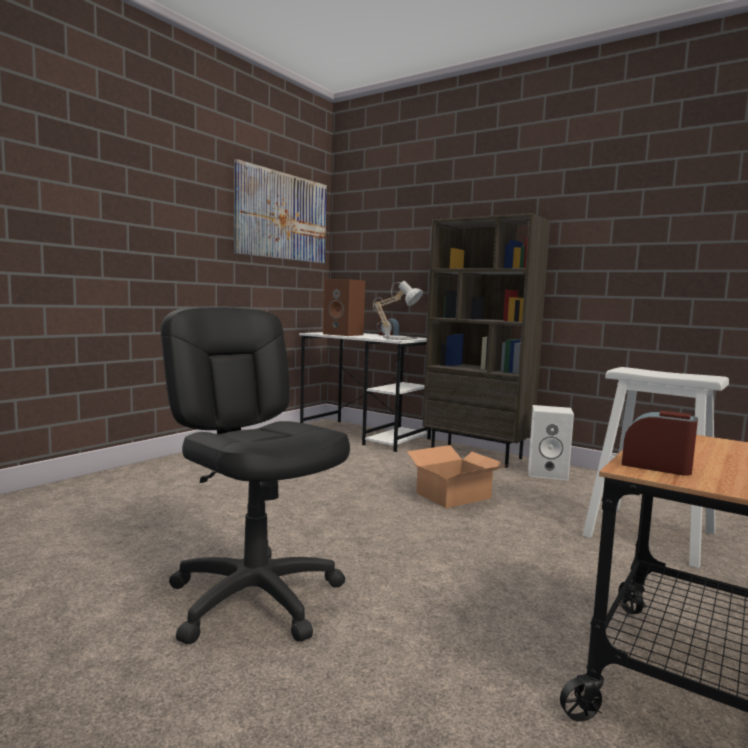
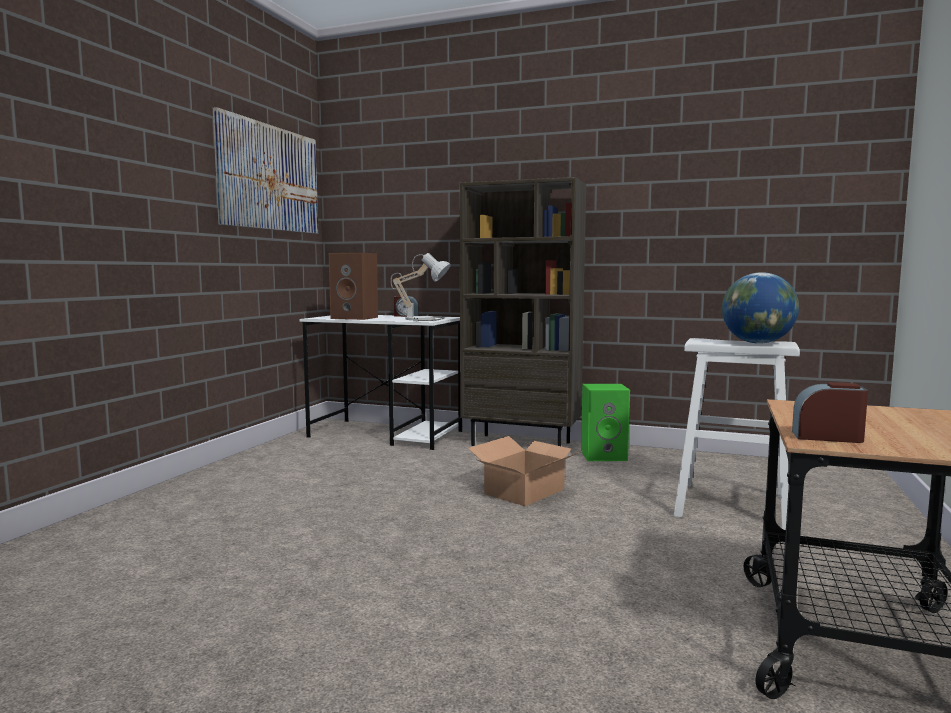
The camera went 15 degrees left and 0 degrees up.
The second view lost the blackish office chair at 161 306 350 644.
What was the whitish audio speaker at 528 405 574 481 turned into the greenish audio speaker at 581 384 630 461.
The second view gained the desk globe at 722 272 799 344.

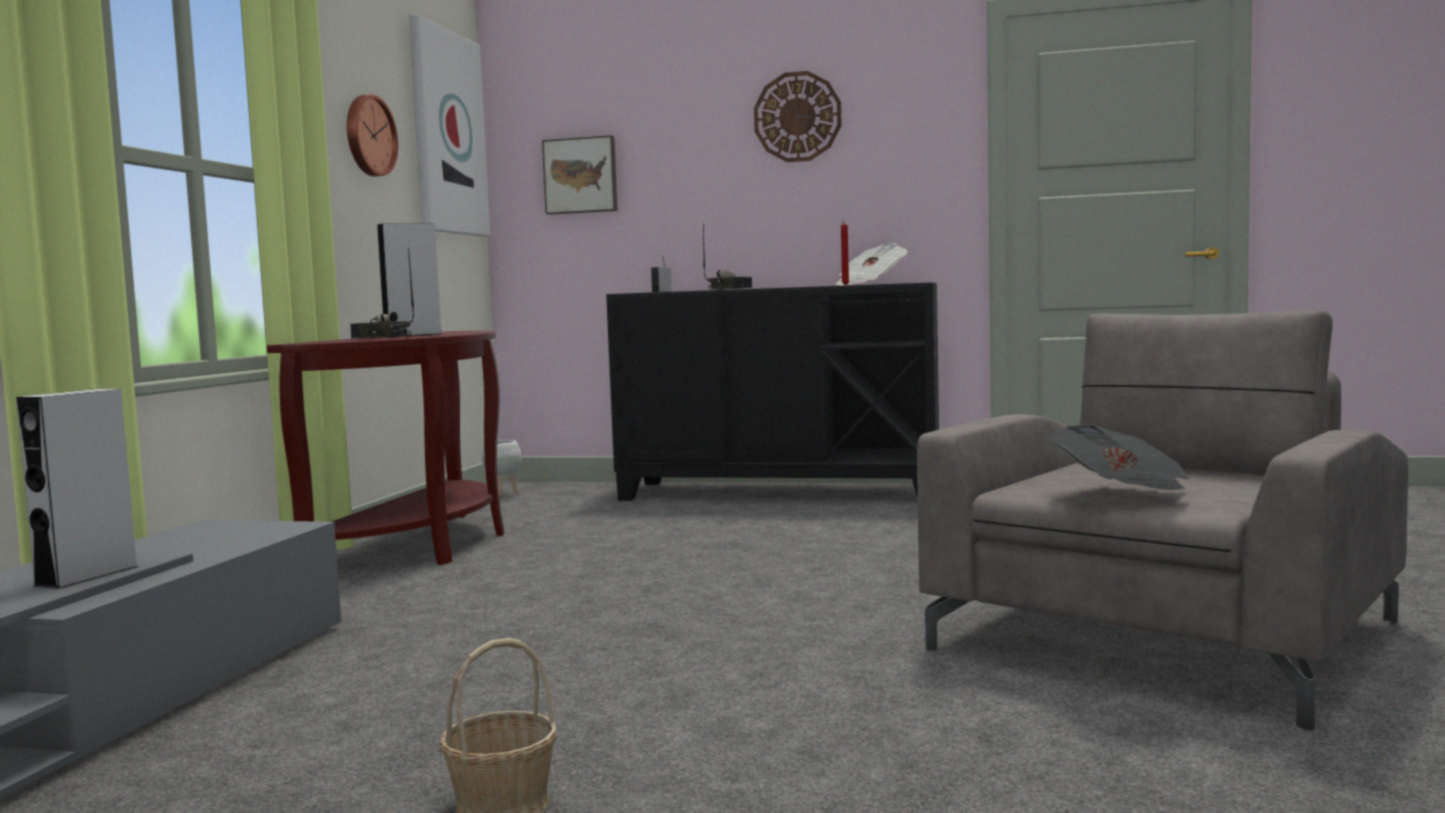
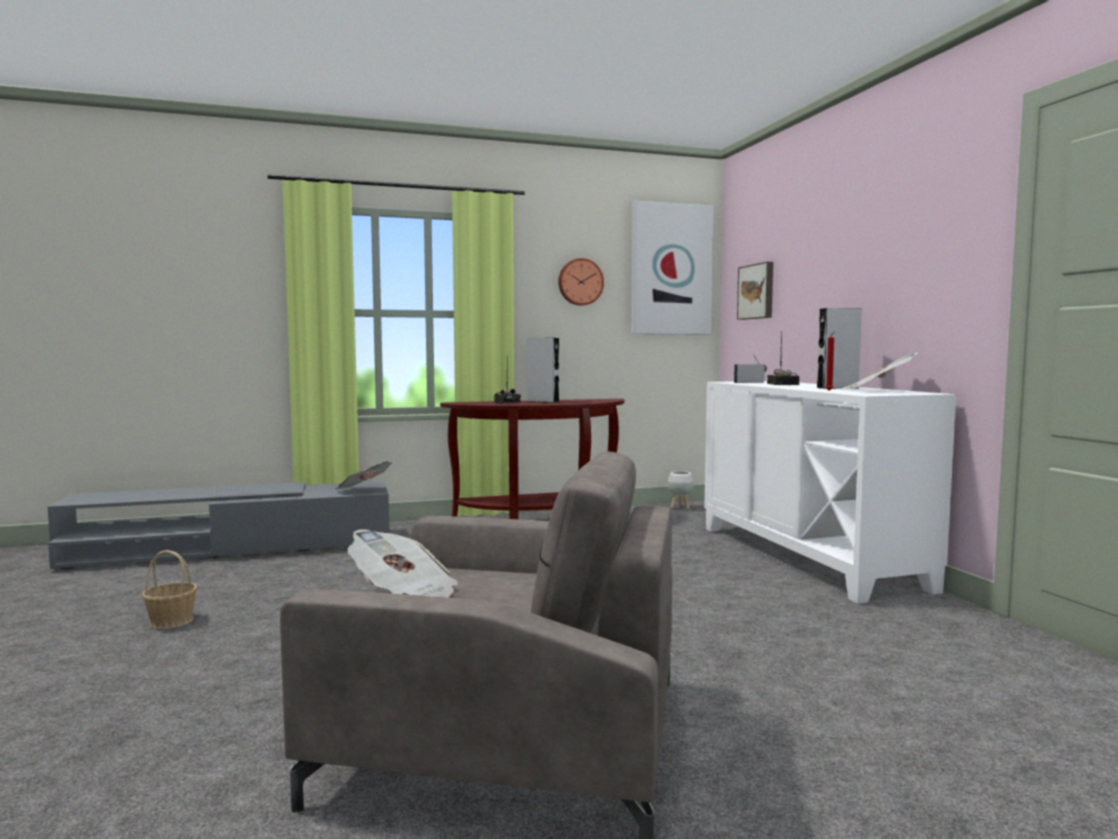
The camera went 60 degrees right and 0 degrees up.
The grey audio speaker ended up elsewhere, having gone from 16 389 138 589 to 817 308 862 389.
What was the blackish cabinet at 606 282 939 501 turned into the whitish cabinet at 704 381 956 604.
The second view lost the wall clock at 754 71 842 162.
The second view gained the daily paper at 336 461 392 489.

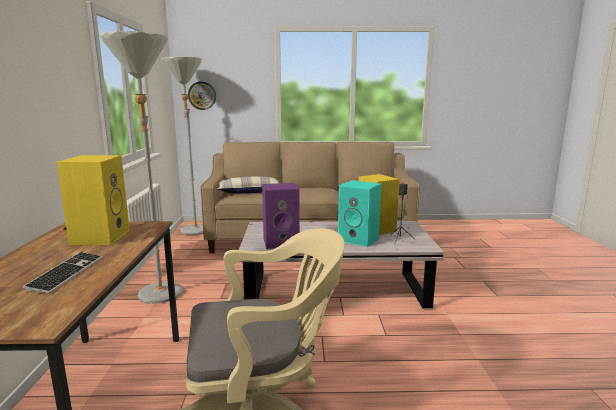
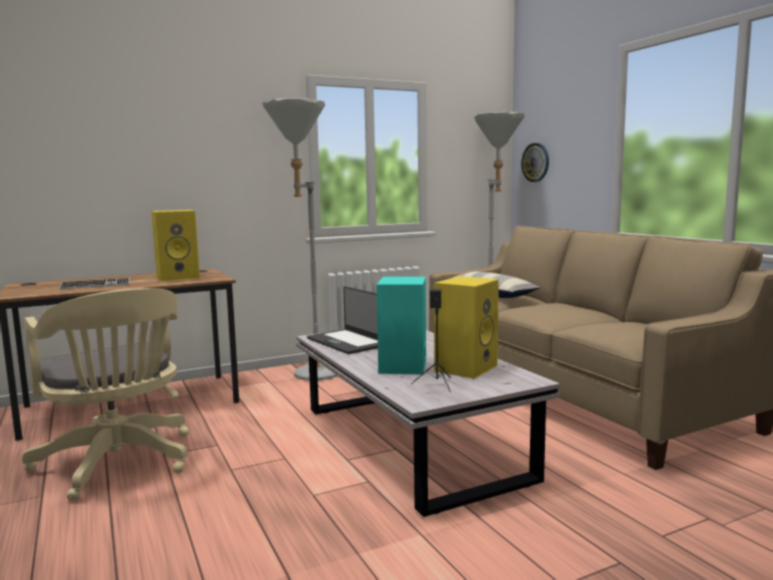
The camera went 65 degrees right and 5 degrees down.
Where the purple-coloured audio speaker stood at 262 183 300 249, the laptop came to stand at 307 286 378 354.

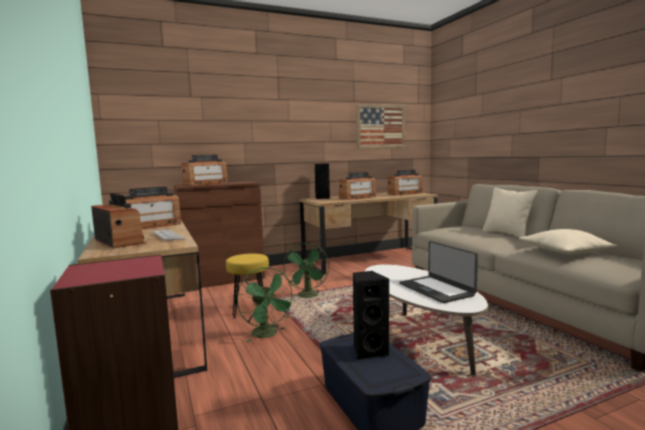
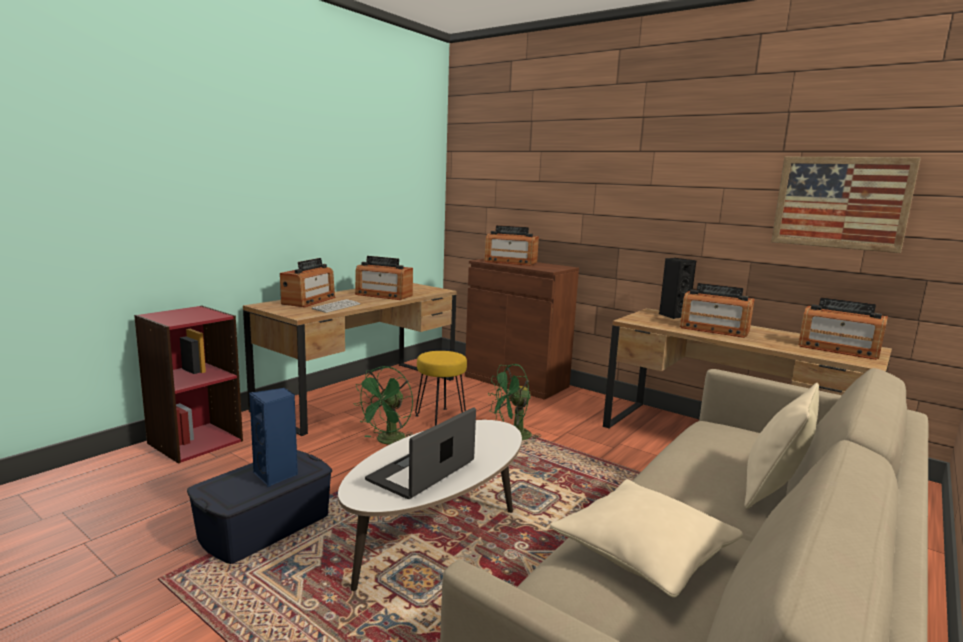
The camera went 60 degrees right and 5 degrees up.
What was the blackish audio speaker at 353 271 389 360 turned into the blue audio speaker at 249 388 298 487.

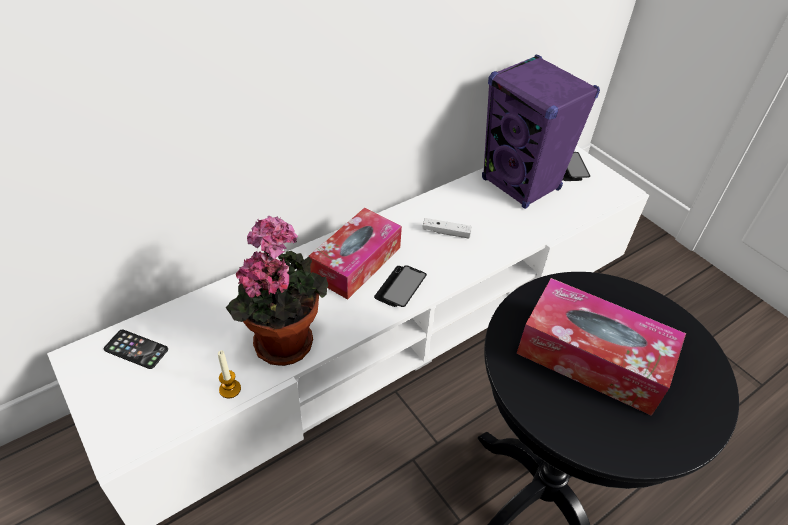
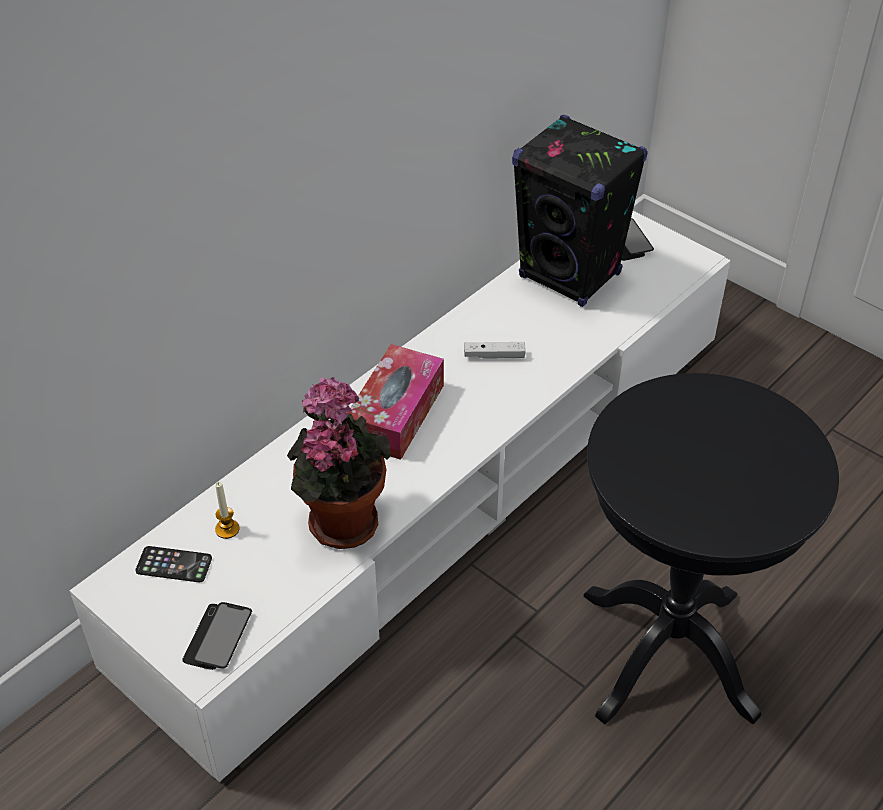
The camera went 10 degrees left and 0 degrees up.
The candle ended up elsewhere, having gone from 218 350 241 398 to 215 482 239 539.
The phone ended up elsewhere, having gone from 374 265 427 307 to 182 602 252 670.
What was the purple-coloured audio speaker at 482 55 600 209 turned into the blackish audio speaker at 512 115 648 307.
The second view lost the tissue box at 516 278 686 416.

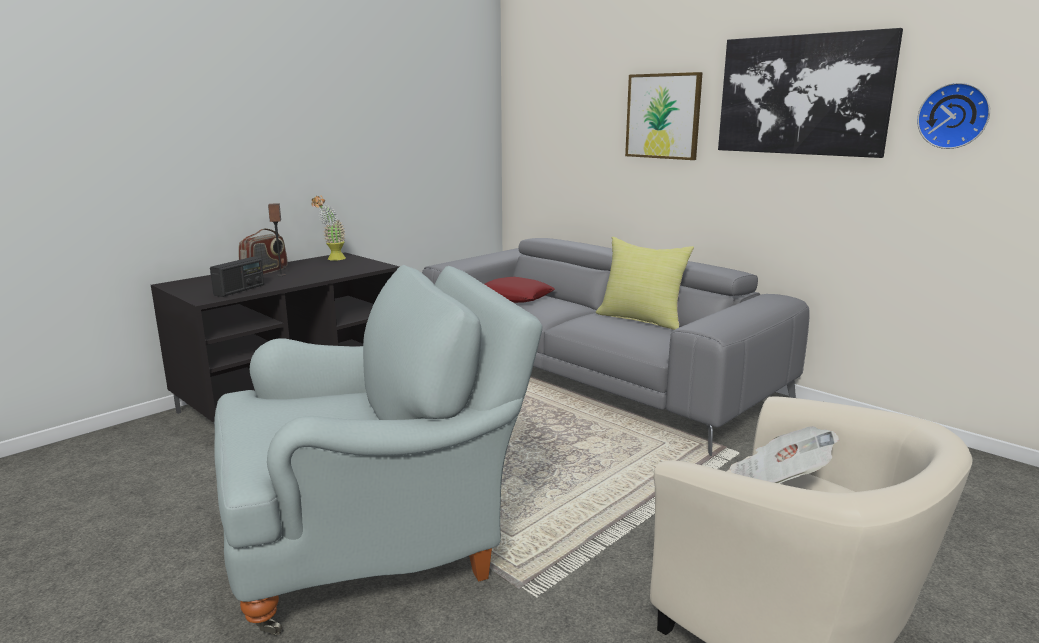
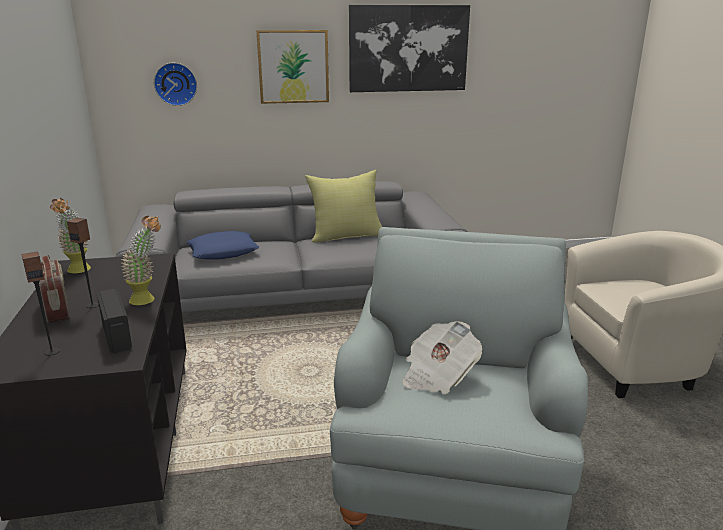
The camera went 55 degrees left and 5 degrees up.
What was the reddish cushion at 485 277 555 303 turned into the blue cushion at 186 231 259 259.
The daily paper ended up elsewhere, having gone from 730 426 839 484 to 402 321 482 394.
The wall clock ended up elsewhere, having gone from 917 82 990 149 to 154 63 197 106.
The second view gained the audio speaker at 22 251 60 356.
The second view gained the houseplant at 121 216 161 305.

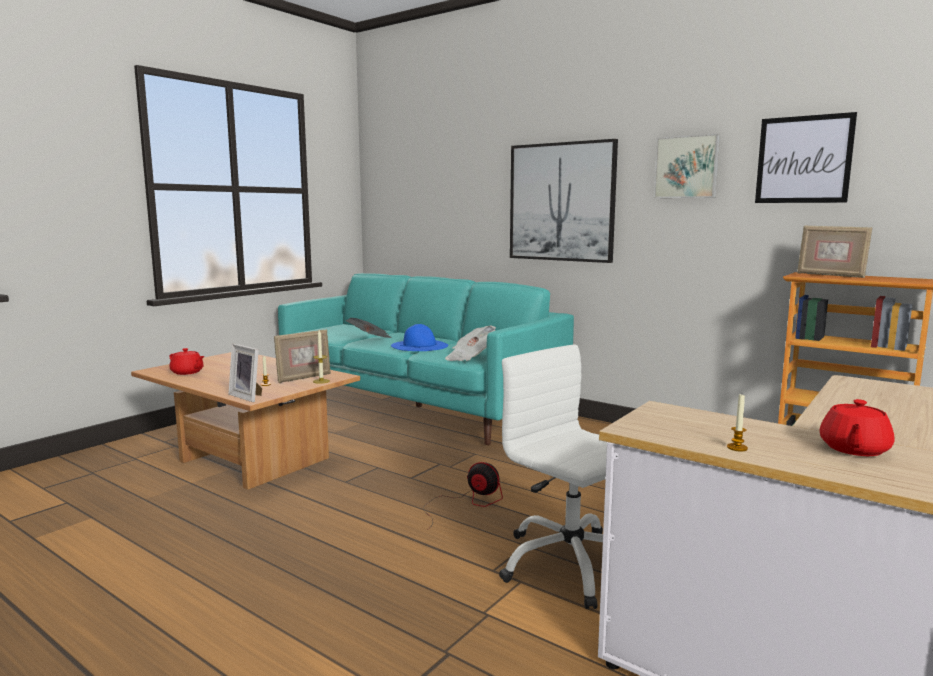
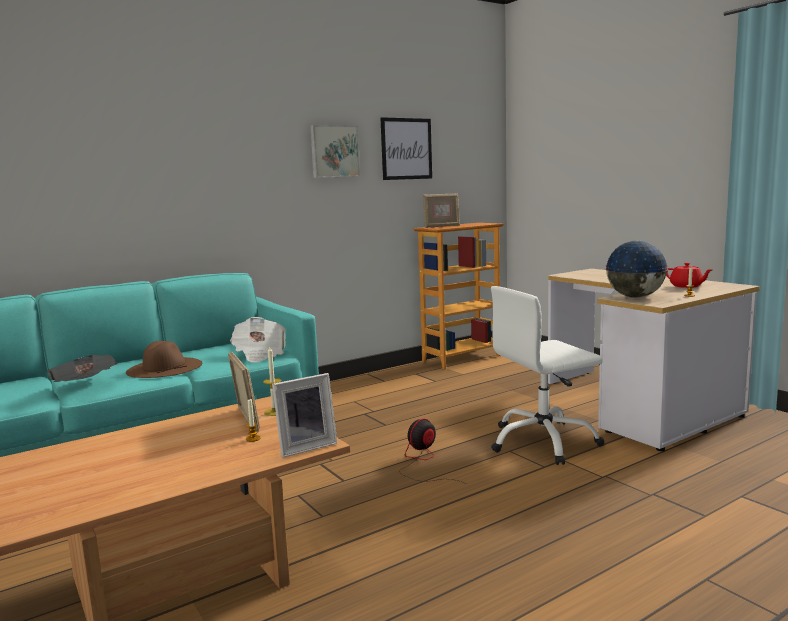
The camera went 70 degrees left and 0 degrees up.
The second view lost the reddish pot for tea at 170 348 204 375.
What was the blue wearable hat at 391 324 448 351 turned into the brown wearable hat at 126 341 202 378.
The second view lost the picture at 510 139 618 263.
The second view gained the desk globe at 605 241 668 298.

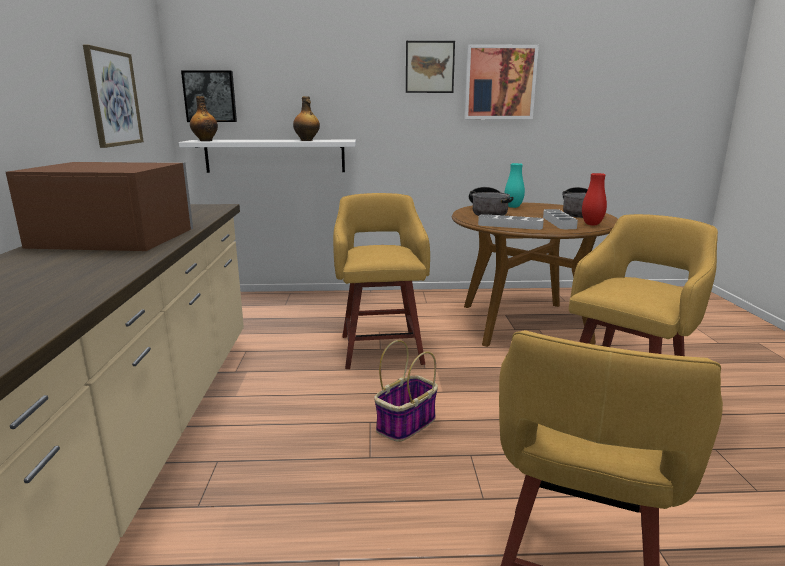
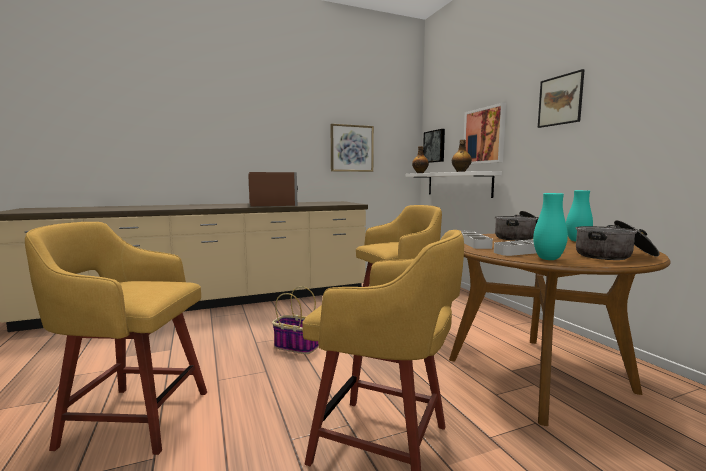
The camera went 70 degrees right and 10 degrees down.
The picture ended up elsewhere, having gone from 464 44 539 119 to 464 103 506 164.
What was the reddish vase at 582 173 607 225 turned into the blue-green vase at 533 193 568 260.

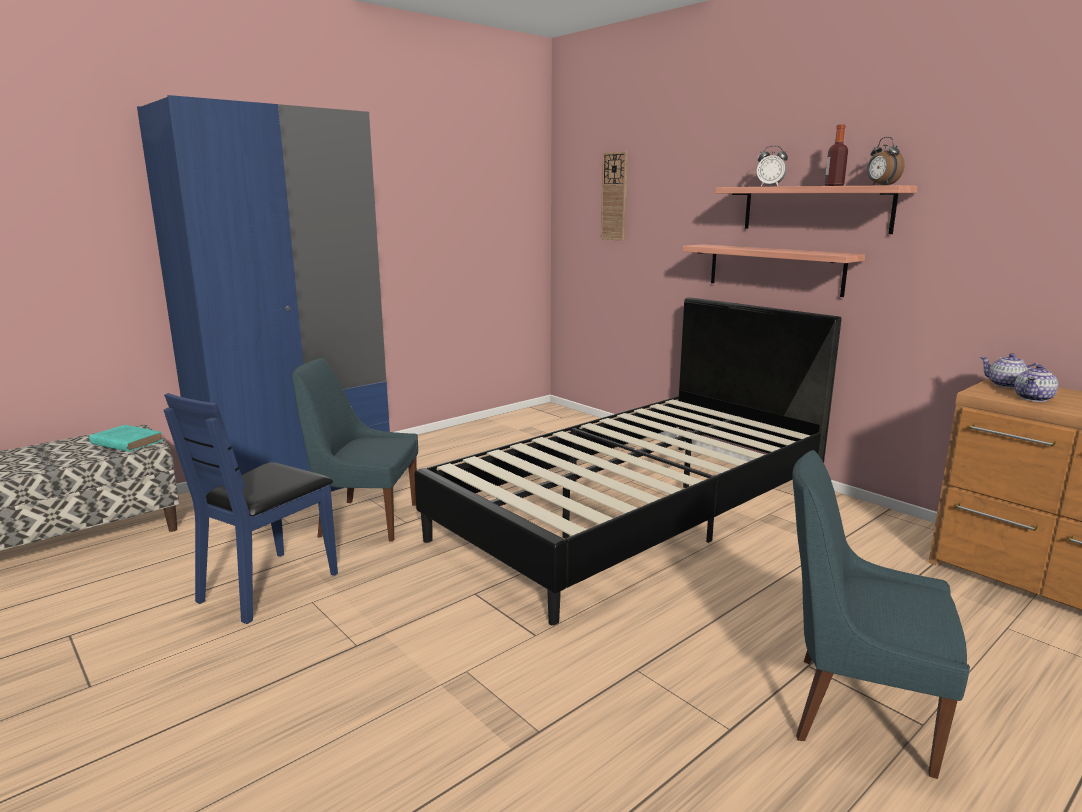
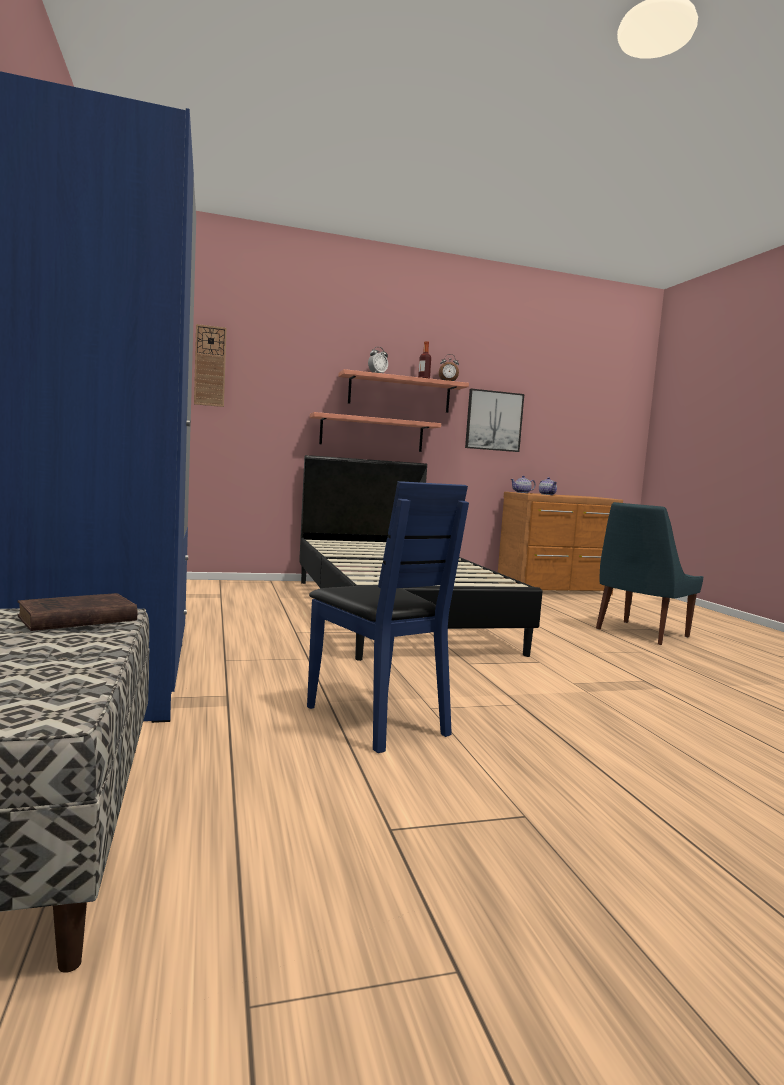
The camera went 65 degrees left and 10 degrees down.
What was the blue-green volume at 89 425 163 452 turned into the brown volume at 17 593 137 631.
The second view lost the blue chair at 292 358 418 542.
The second view gained the picture at 465 389 524 452.

